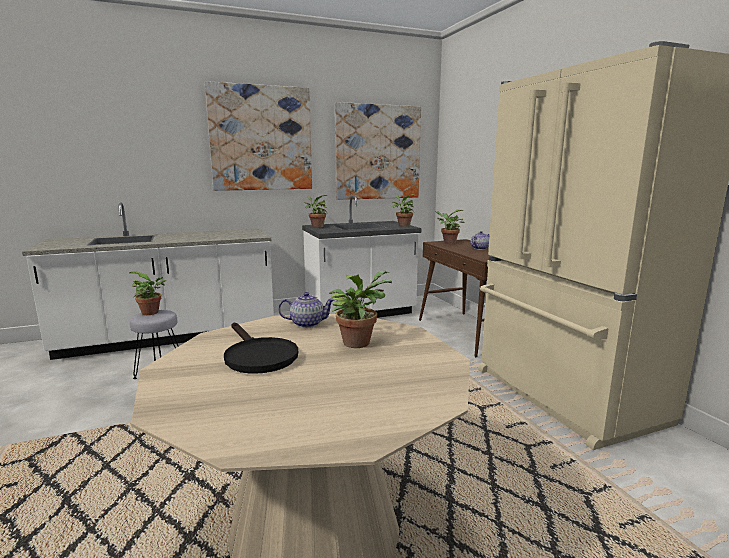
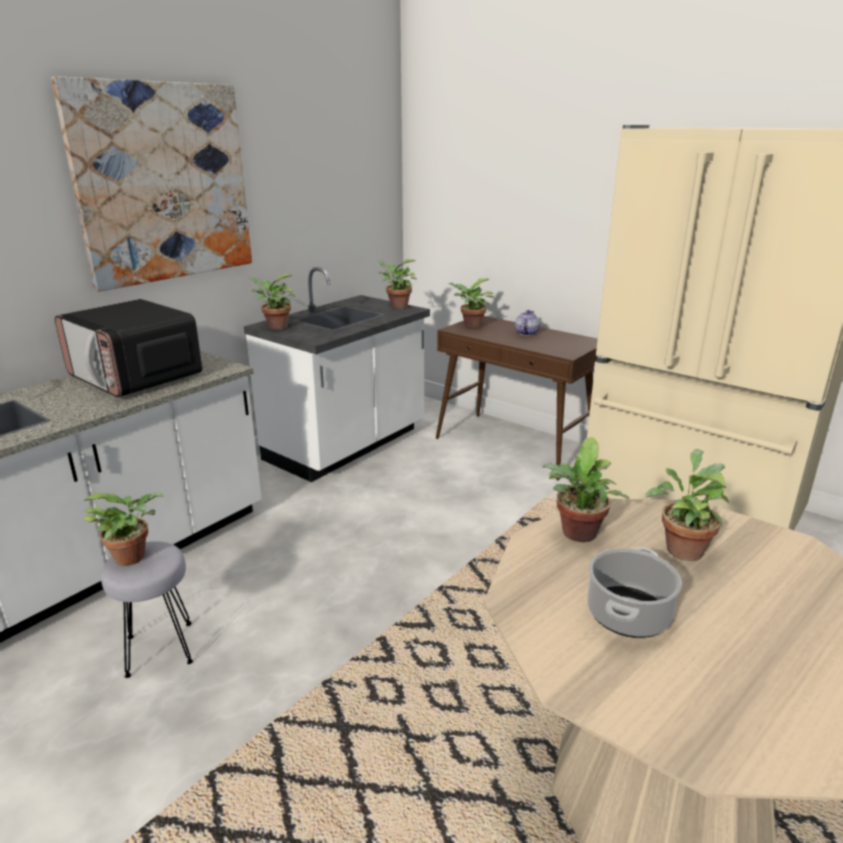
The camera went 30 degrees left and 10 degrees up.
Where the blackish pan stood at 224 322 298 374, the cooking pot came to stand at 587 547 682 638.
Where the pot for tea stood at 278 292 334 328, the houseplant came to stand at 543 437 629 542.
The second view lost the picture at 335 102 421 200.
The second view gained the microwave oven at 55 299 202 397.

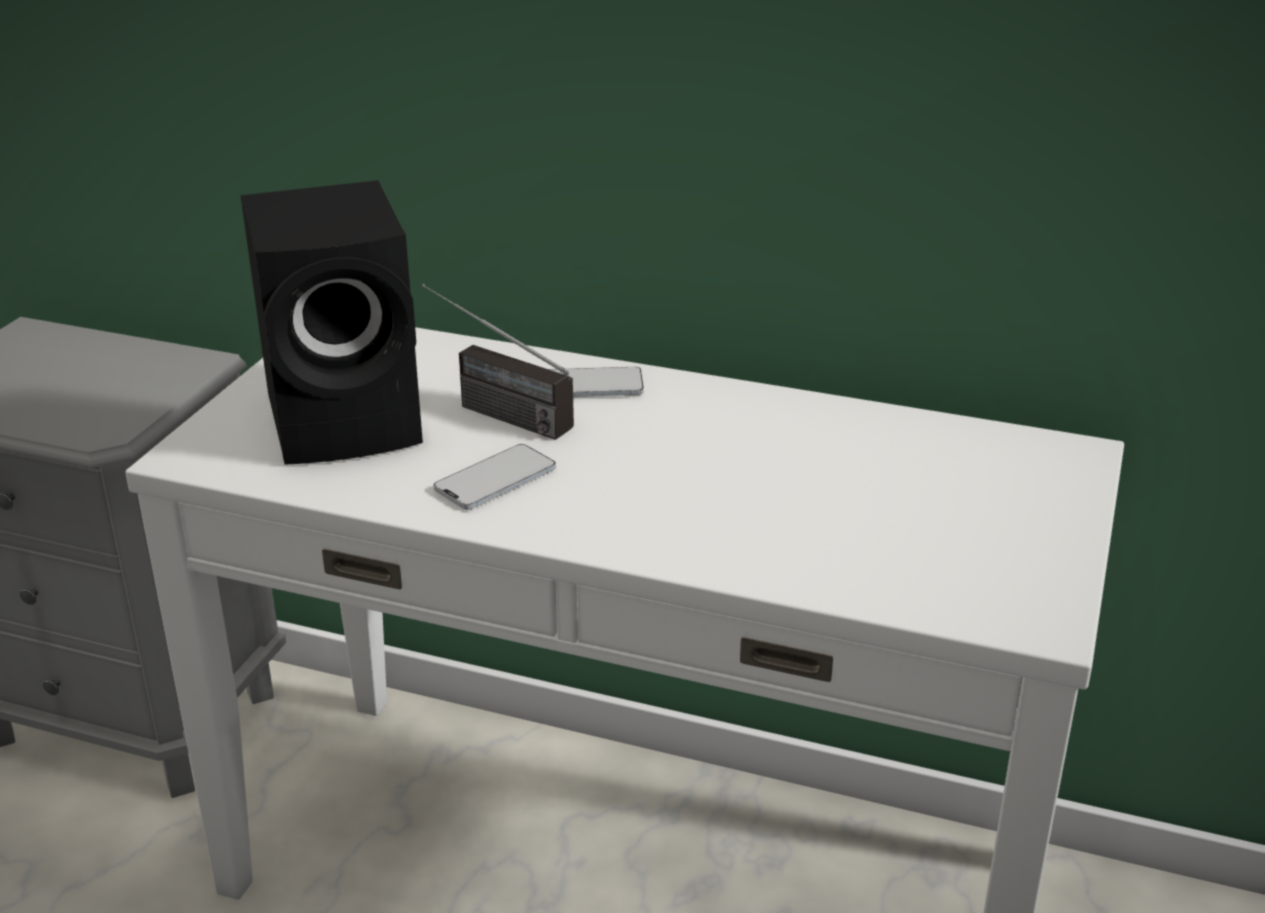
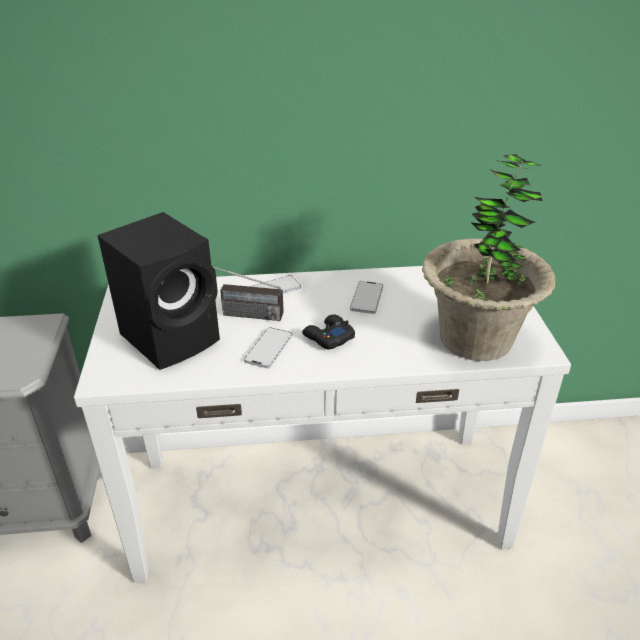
The camera went 25 degrees left and 5 degrees up.
The second view gained the blackish gamepad at 302 314 355 349.
The second view gained the phone at 350 281 383 314.
The second view gained the houseplant at 422 154 556 361.

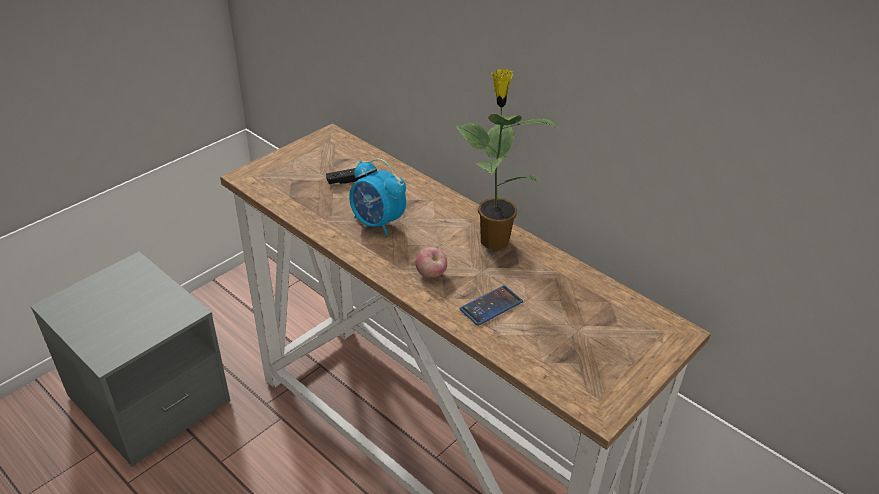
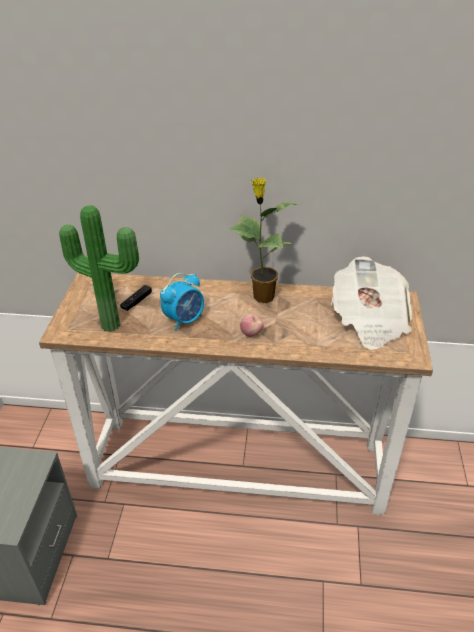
The camera went 35 degrees left and 0 degrees up.
The bedside clock at 349 158 406 236 ended up facing another way, 45 degrees counterclockwise from before.
The second view lost the phone at 460 285 523 326.
The second view gained the houseplant at 59 205 139 332.
The second view gained the daily paper at 331 257 412 350.

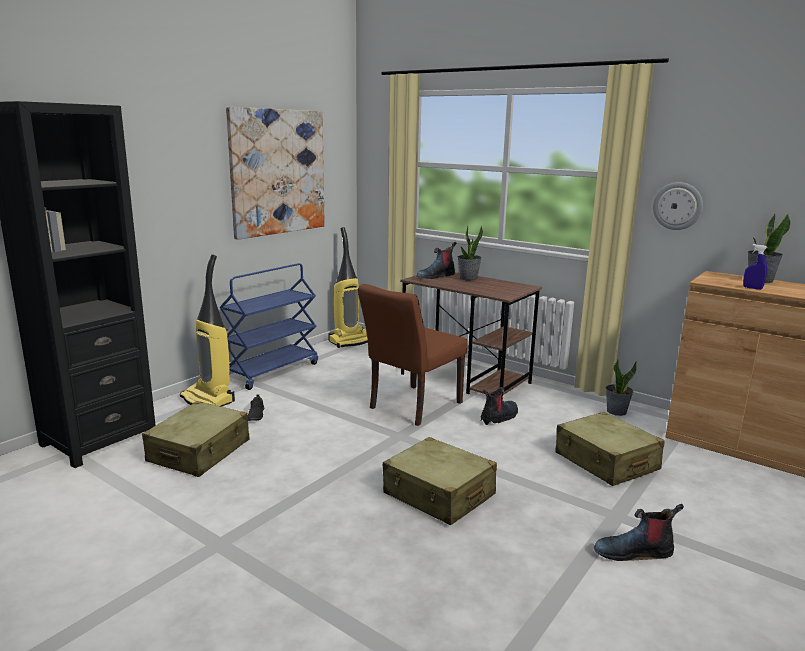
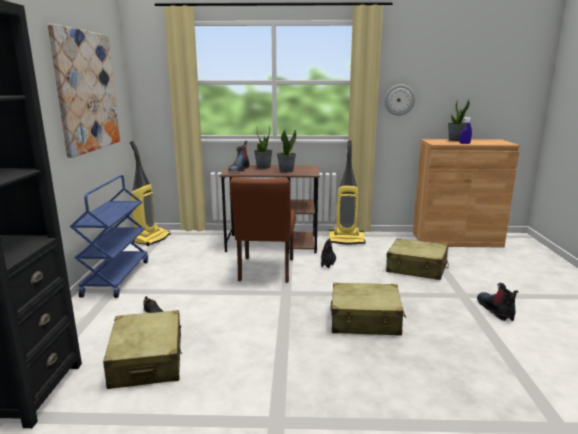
The camera went 35 degrees left and 0 degrees up.
The vacuum cleaner ended up elsewhere, having gone from 180 254 235 407 to 329 140 365 245.
The tall boot at 594 504 684 561 ended up facing another way, 120 degrees clockwise from before.
The houseplant ended up elsewhere, having gone from 606 360 637 416 to 277 129 296 173.

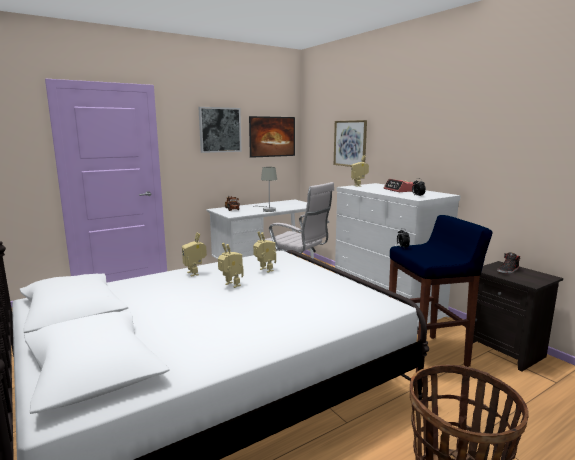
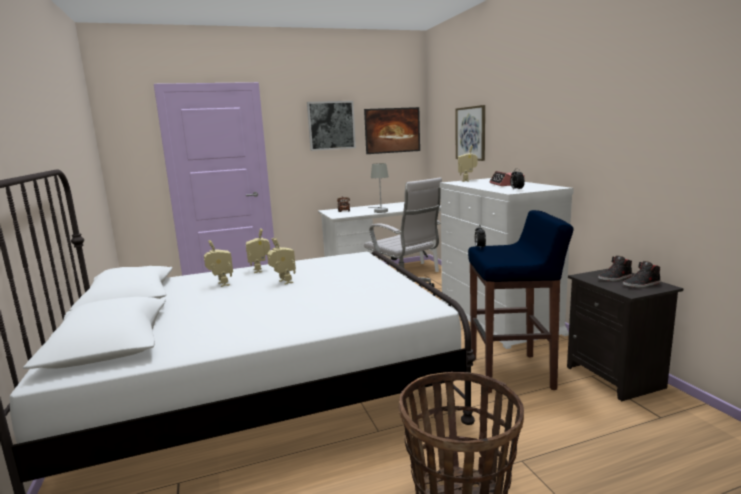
The camera went 15 degrees right and 0 degrees up.
The model robot ended up elsewhere, having gone from 253 232 276 273 to 204 240 233 287.
The second view gained the blackish item of footwear at 623 261 660 288.

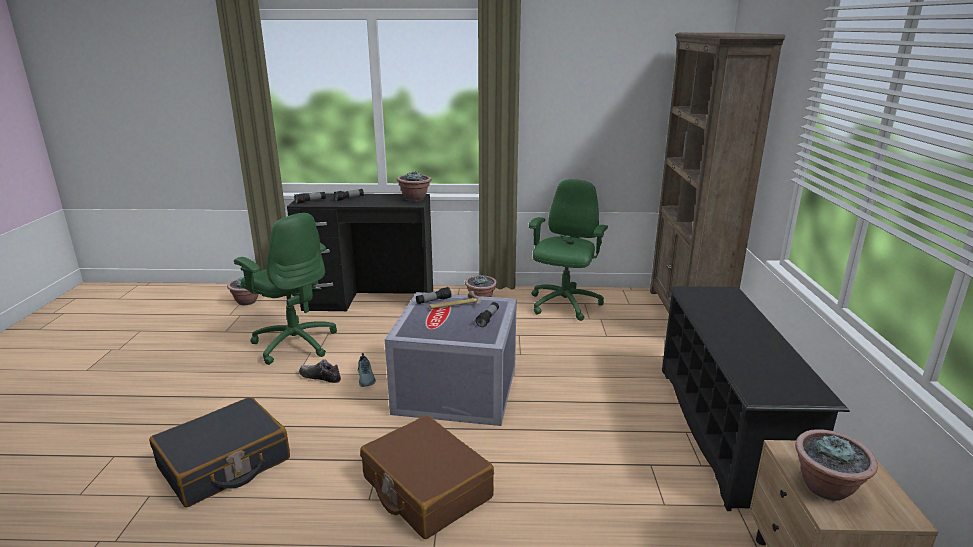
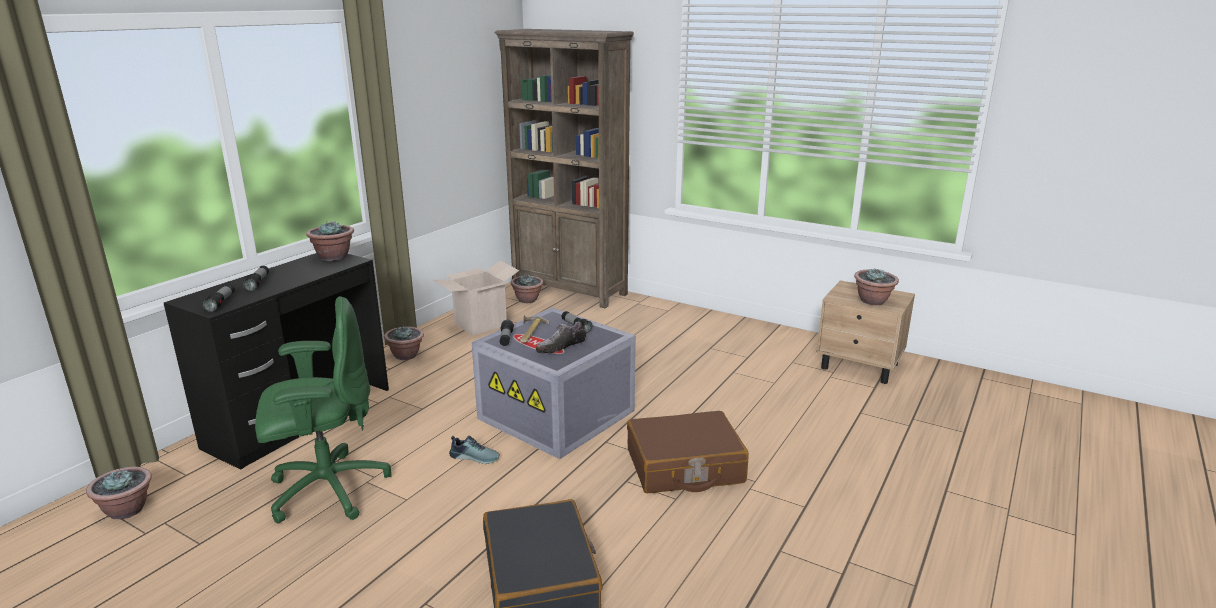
The camera went 60 degrees left and 0 degrees up.
The item of footwear ended up elsewhere, having gone from 299 359 341 383 to 536 321 586 354.
Where the greenish office chair stood at 529 179 608 321, the cardboard box came to stand at 434 261 519 336.
The second view lost the blackish shoe stand at 662 286 850 511.
The second view gained the houseplant at 511 275 544 303.

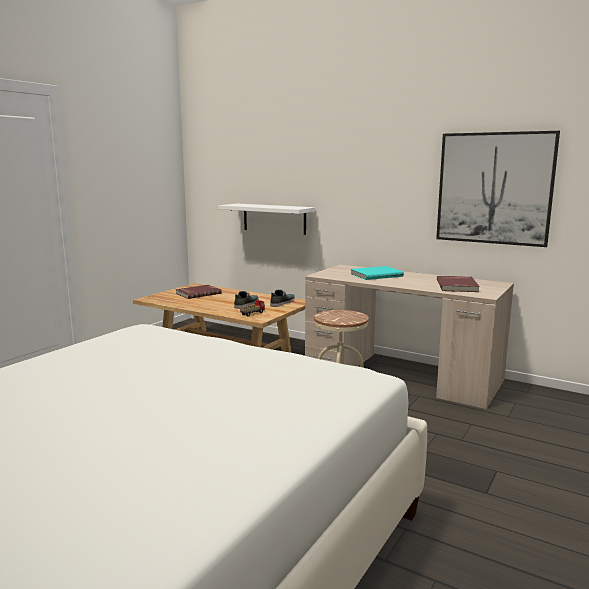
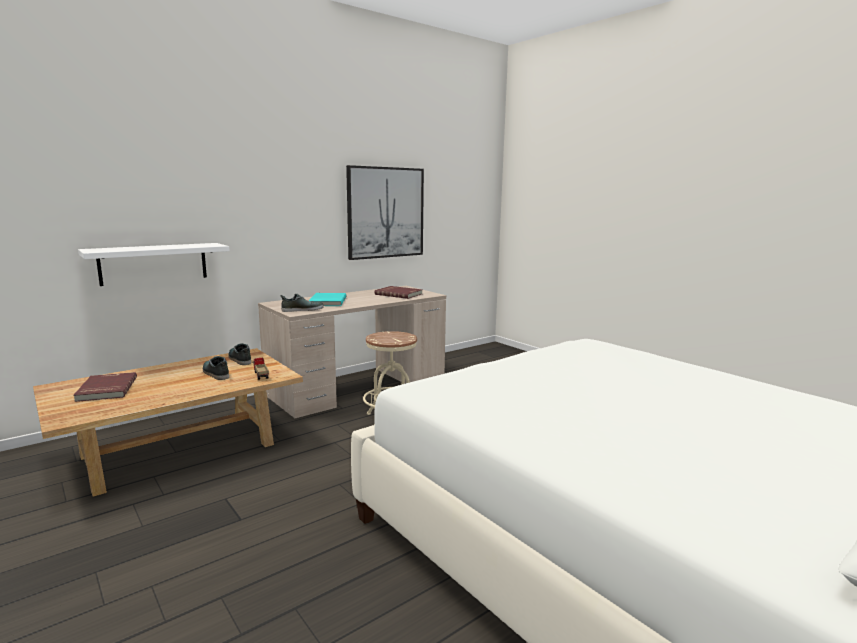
The camera went 70 degrees left and 0 degrees up.
The second view gained the item of footwear at 280 294 324 312.

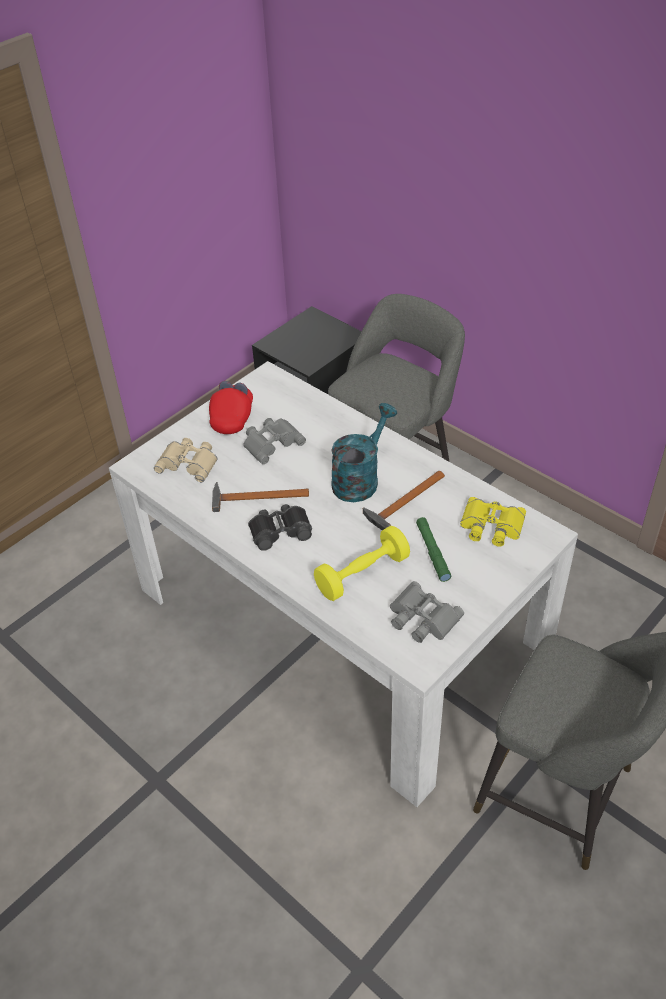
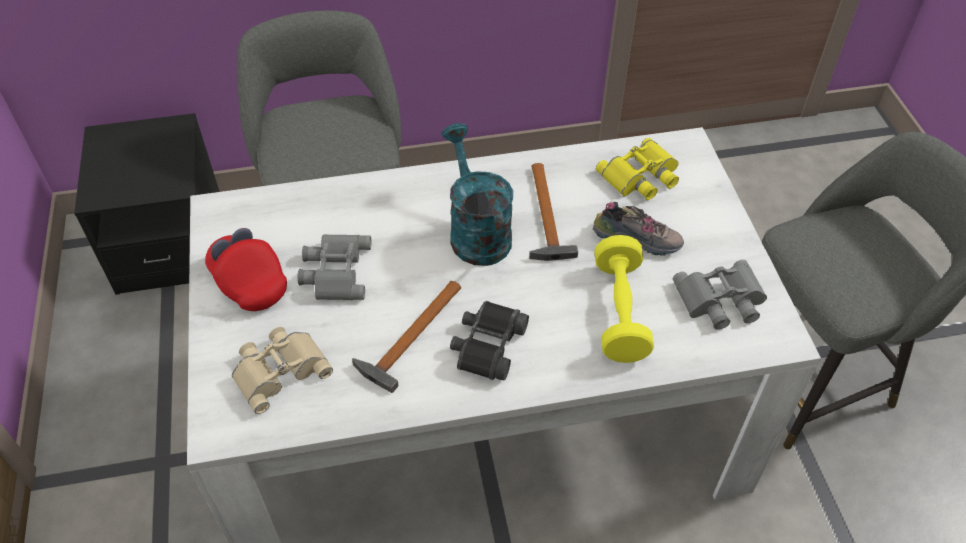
The camera went 55 degrees left and 5 degrees up.
Where the greenish flashlight stood at 416 517 451 582, the item of footwear came to stand at 593 202 684 255.

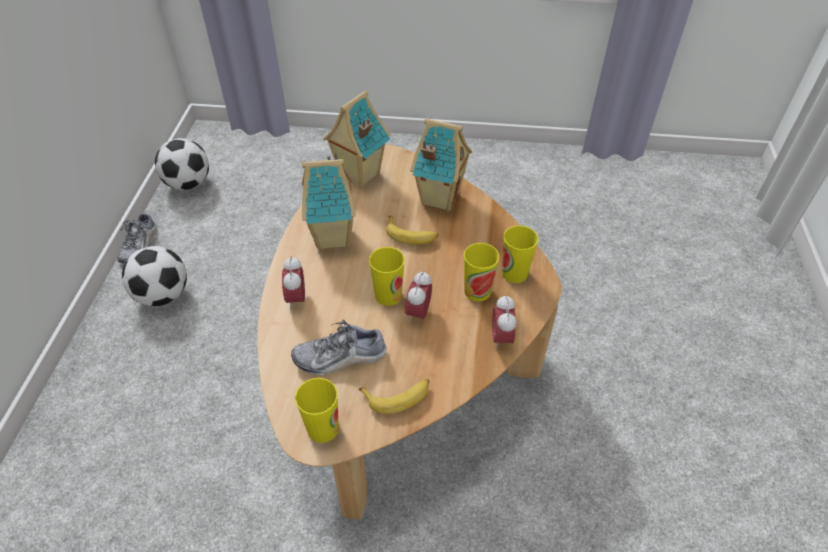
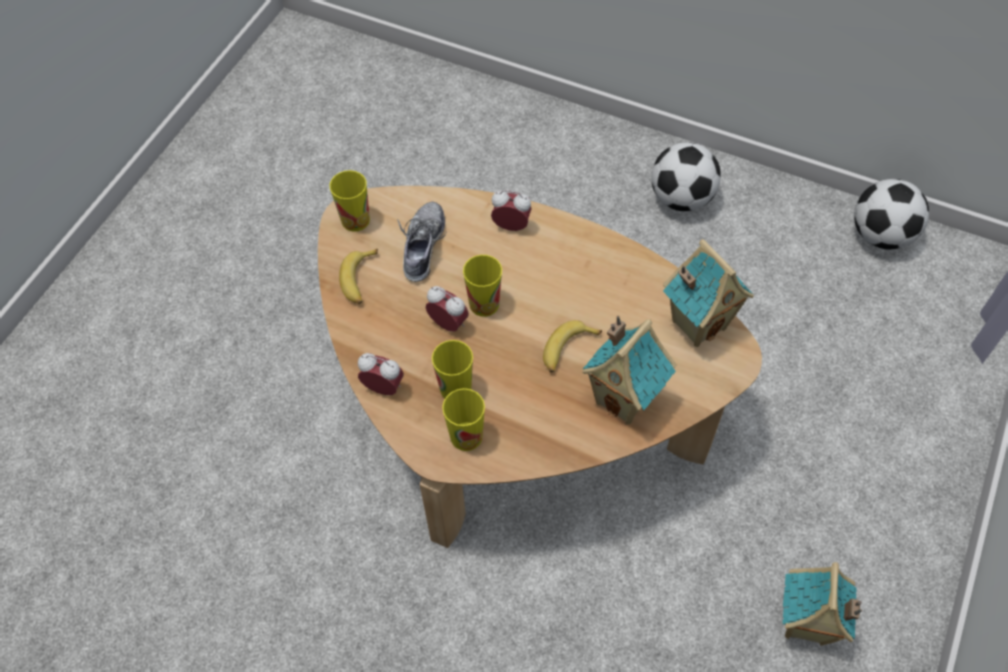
The camera went 110 degrees right and 10 degrees up.
The second view lost the item of footwear at 117 211 156 264.
The model house ended up elsewhere, having gone from 302 153 356 250 to 782 562 862 646.

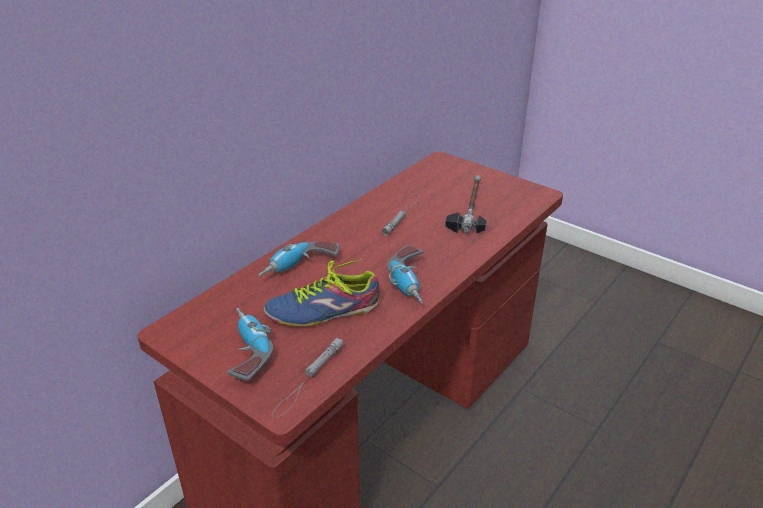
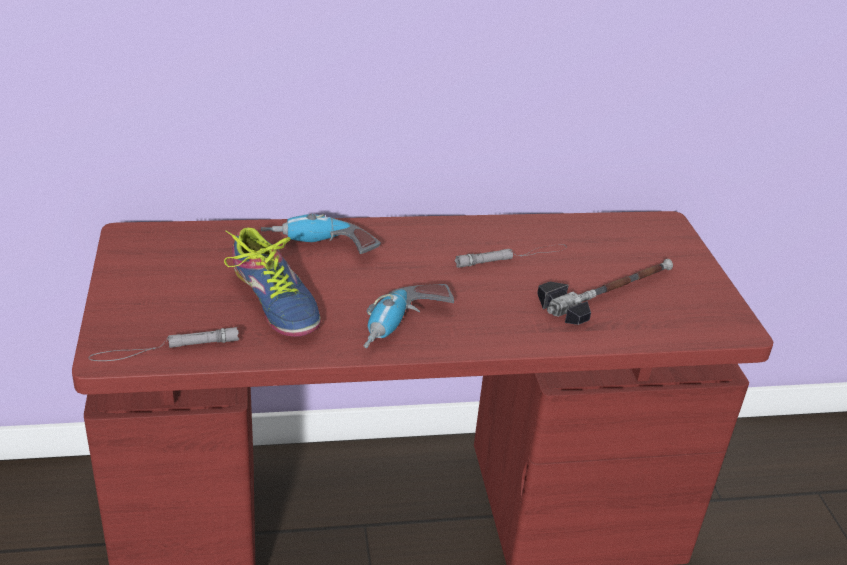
The camera went 40 degrees right and 0 degrees up.
The second view lost the power drill at 227 308 273 381.
The item of footwear at 264 259 380 327 ended up facing another way, 150 degrees counterclockwise from before.

